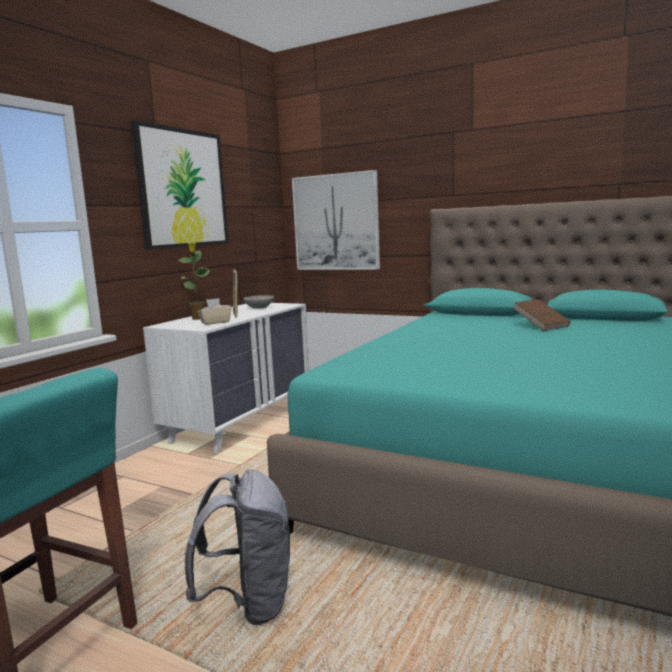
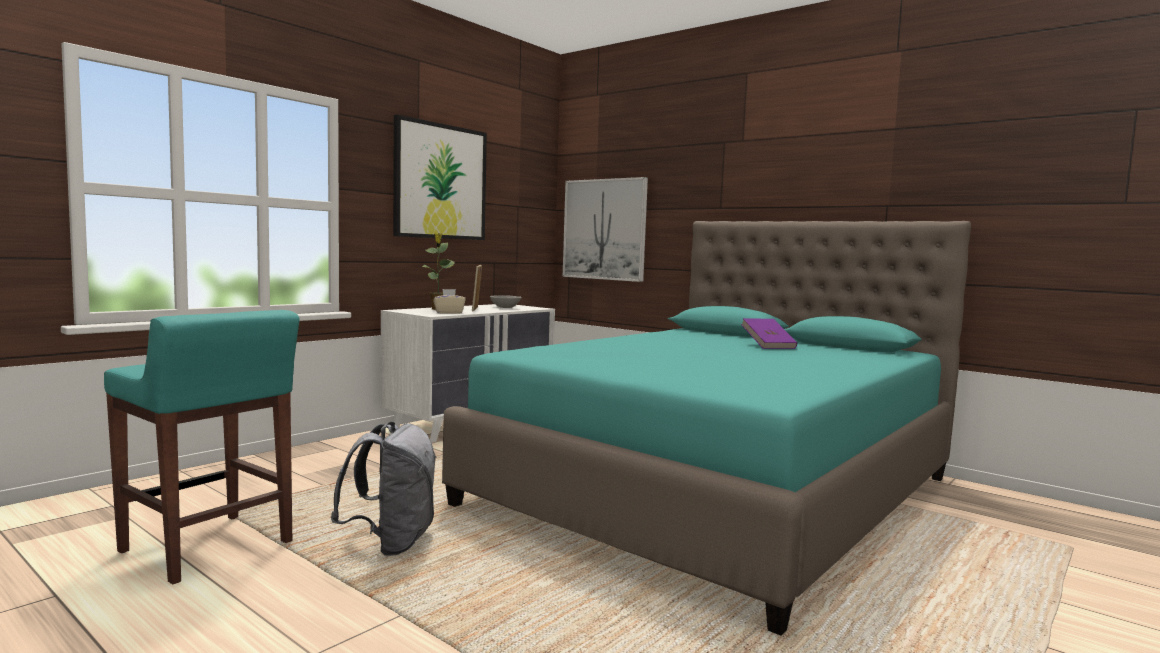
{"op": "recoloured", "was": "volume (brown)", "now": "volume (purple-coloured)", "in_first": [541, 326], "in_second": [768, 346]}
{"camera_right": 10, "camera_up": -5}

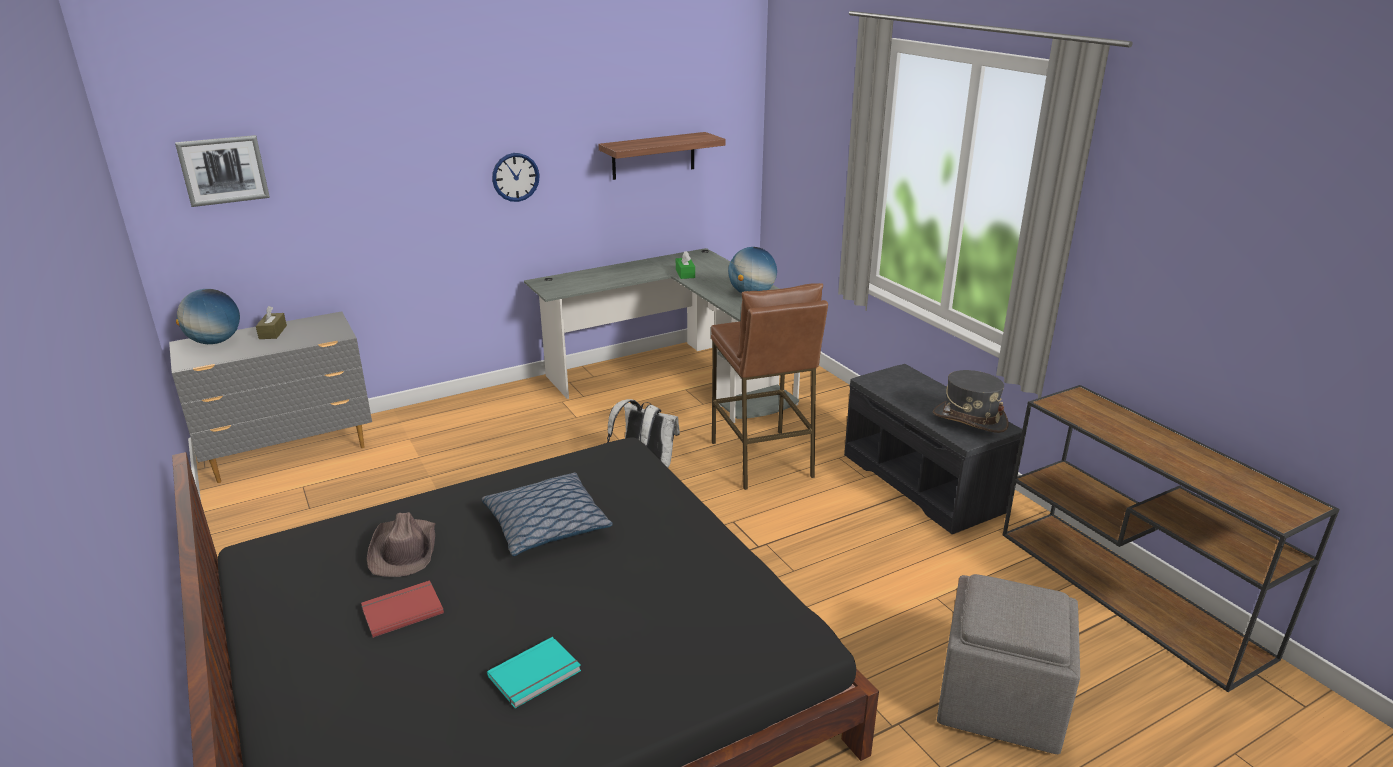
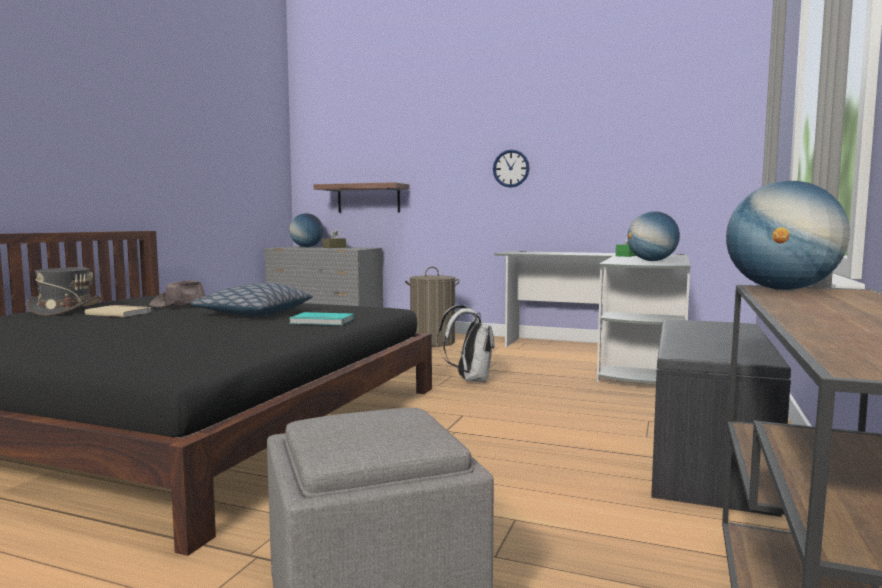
{"op": "removed", "was": "wall art", "in_first": [223, 170]}
{"op": "removed", "was": "stool seat (brown)", "in_first": [762, 459]}
{"op": "added", "now": "hamper", "in_second": [432, 342]}
{"op": "added", "now": "world globe", "in_second": [782, 289]}
{"op": "moved", "was": "volume (blue-green)", "in_first": [536, 675], "in_second": [321, 321]}
{"op": "moved", "was": "wall shelf", "in_first": [653, 155], "in_second": [368, 198]}
{"op": "moved", "was": "hat (grey)", "in_first": [969, 419], "in_second": [65, 310]}
{"op": "recoloured", "was": "volume (red-coloured)", "now": "volume (sand-coloured)", "in_first": [401, 610], "in_second": [120, 313]}
{"camera_right": 50, "camera_up": -20}

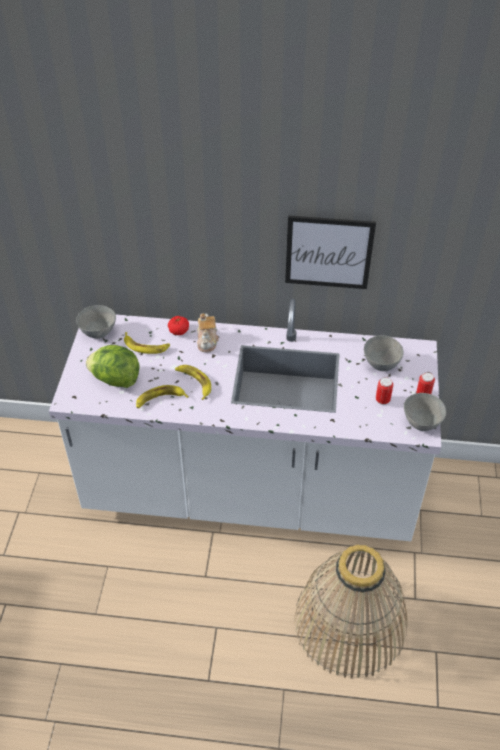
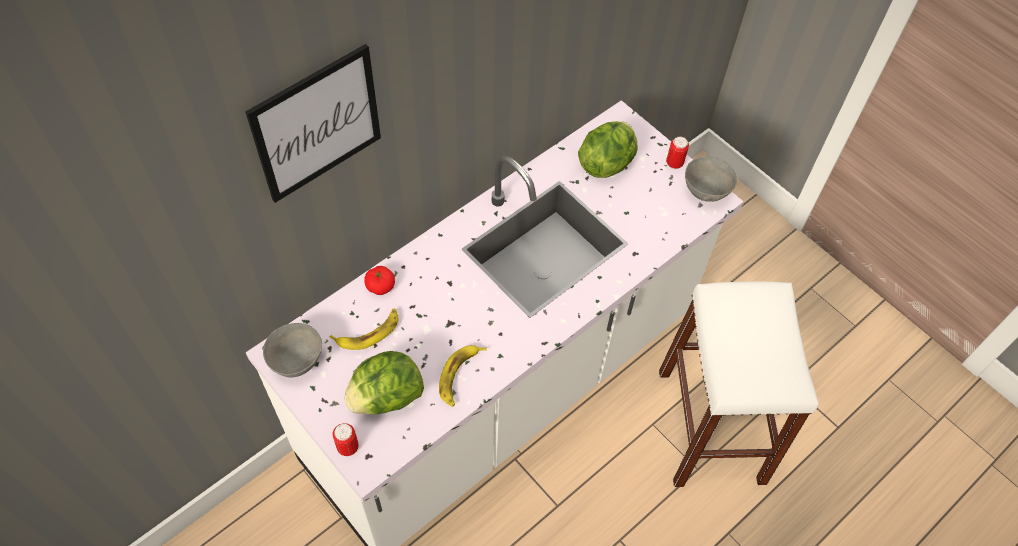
{"op": "removed", "was": "banana", "in_first": [194, 382]}
{"op": "removed", "was": "teapot", "in_first": [207, 341]}
{"op": "moved", "was": "wall art", "in_first": [328, 252], "in_second": [317, 124]}
{"op": "moved", "was": "sealed can", "in_first": [382, 400], "in_second": [348, 447]}
{"op": "replaced", "was": "household basket", "now": "stool seat (whitish)", "in_first": [349, 623], "in_second": [711, 425]}
{"op": "replaced", "was": "bowl (grey)", "now": "head of lettuce", "in_first": [380, 365], "in_second": [607, 163]}
{"camera_right": -50, "camera_up": 10}

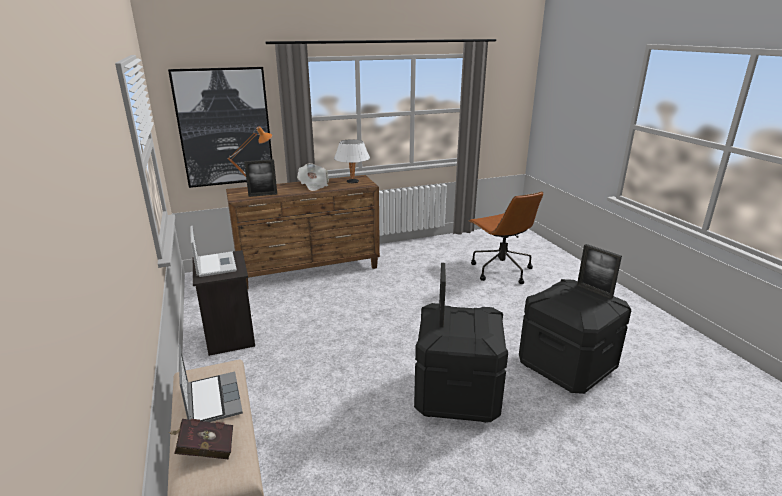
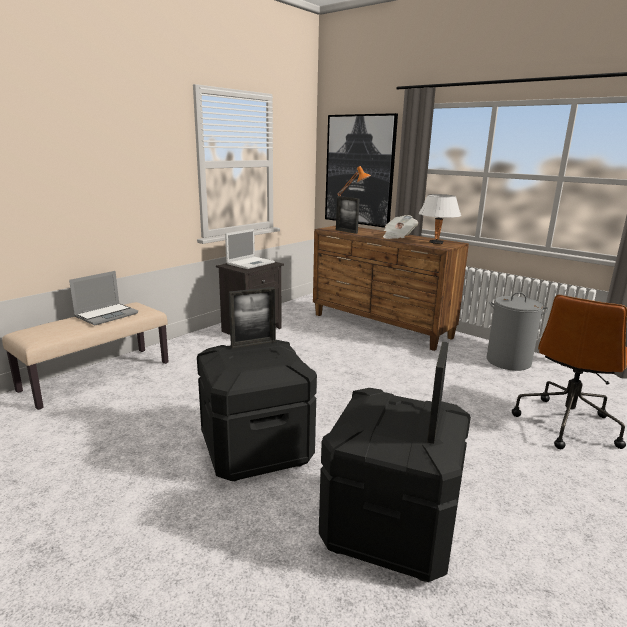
{"op": "removed", "was": "volume (red-coloured)", "in_first": [204, 449]}
{"op": "added", "now": "hamper (grey)", "in_second": [509, 361]}
{"camera_right": 60, "camera_up": -5}

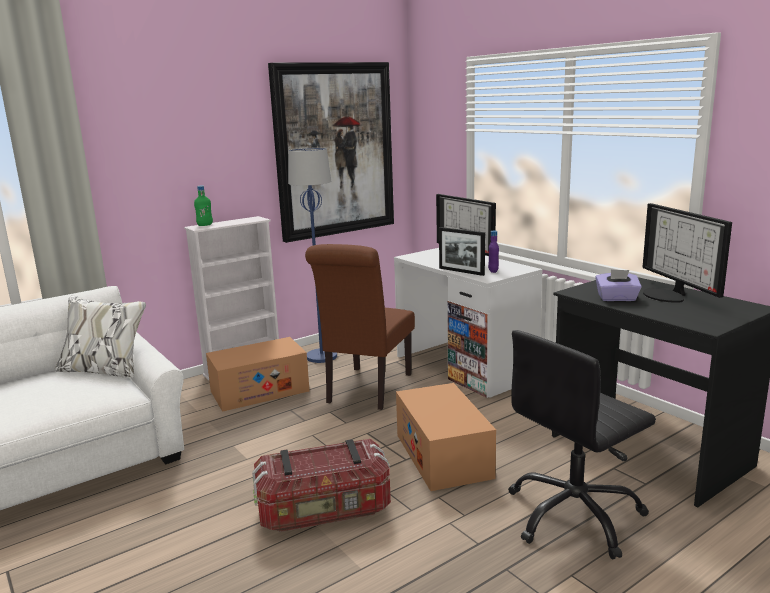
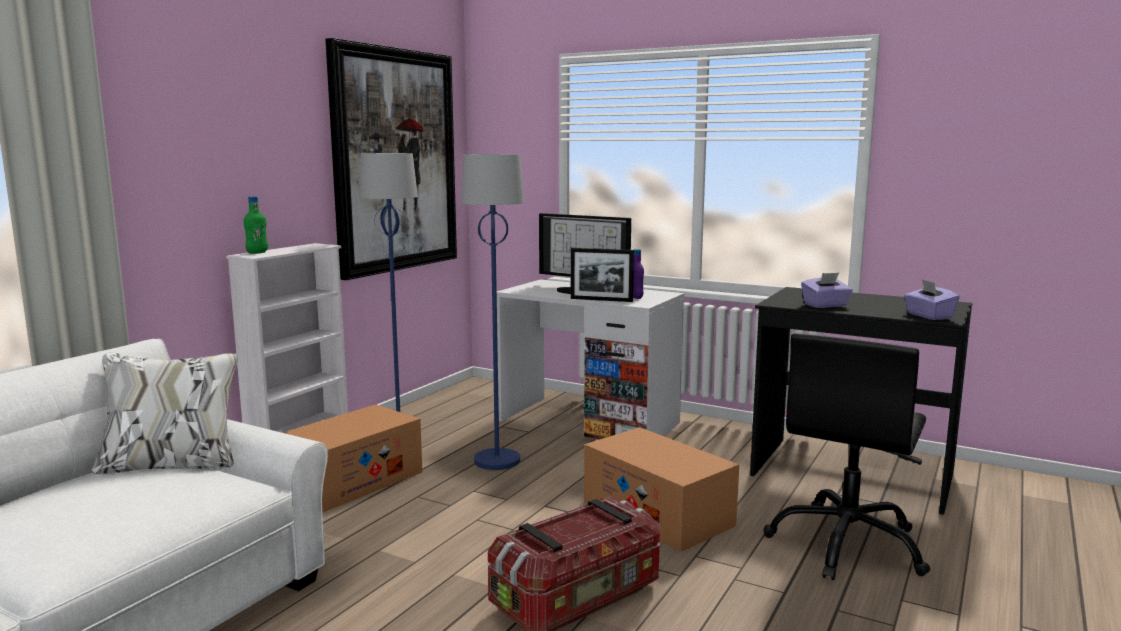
{"op": "removed", "was": "monitor", "in_first": [668, 295]}
{"op": "added", "now": "tissue box (purple-coloured)", "in_second": [928, 316]}
{"op": "replaced", "was": "plain chair (brown)", "now": "standard lamp (blue)", "in_first": [366, 390], "in_second": [496, 461]}
{"camera_right": -25, "camera_up": -5}

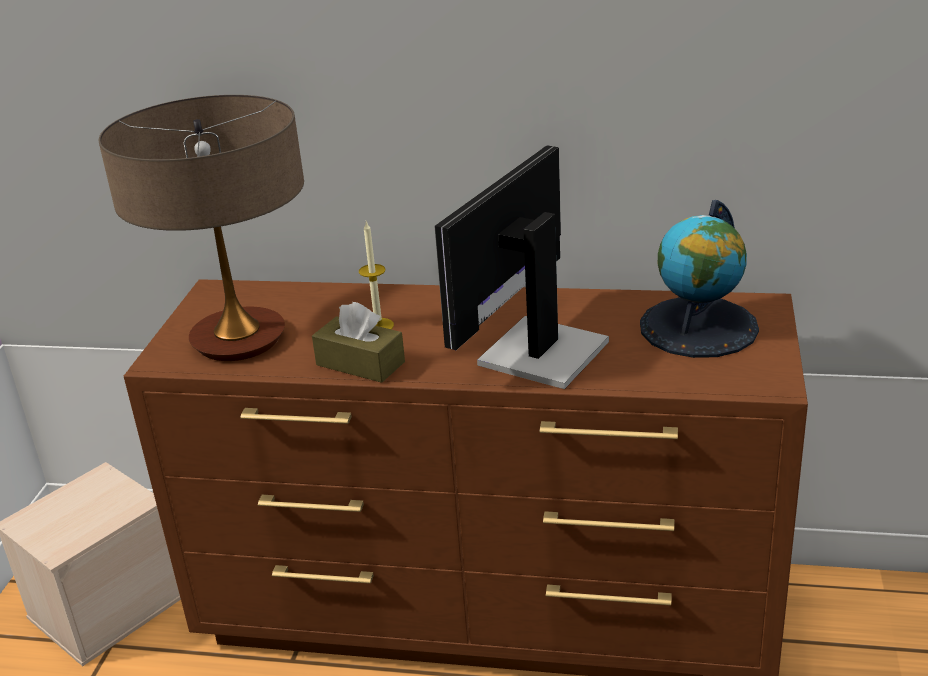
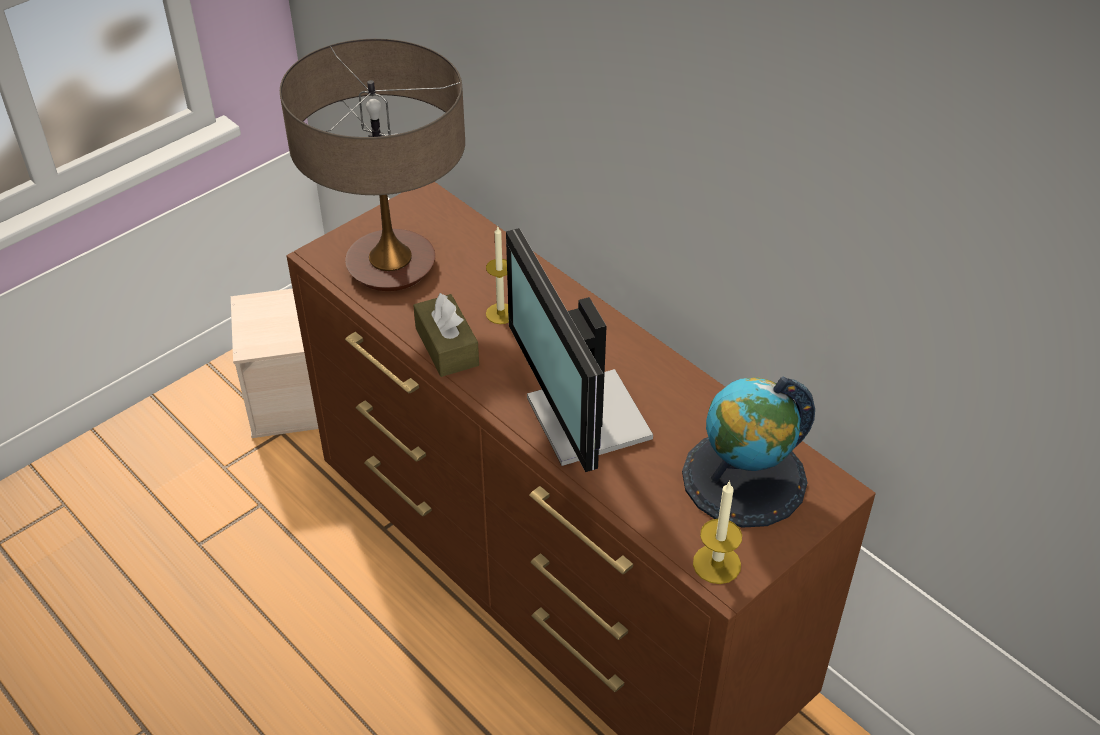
{"op": "added", "now": "candle", "in_second": [716, 564]}
{"op": "turned", "was": "monitor", "in_first": [537, 353], "in_second": [584, 421], "clockwise": -90}
{"camera_right": 35, "camera_up": 15}

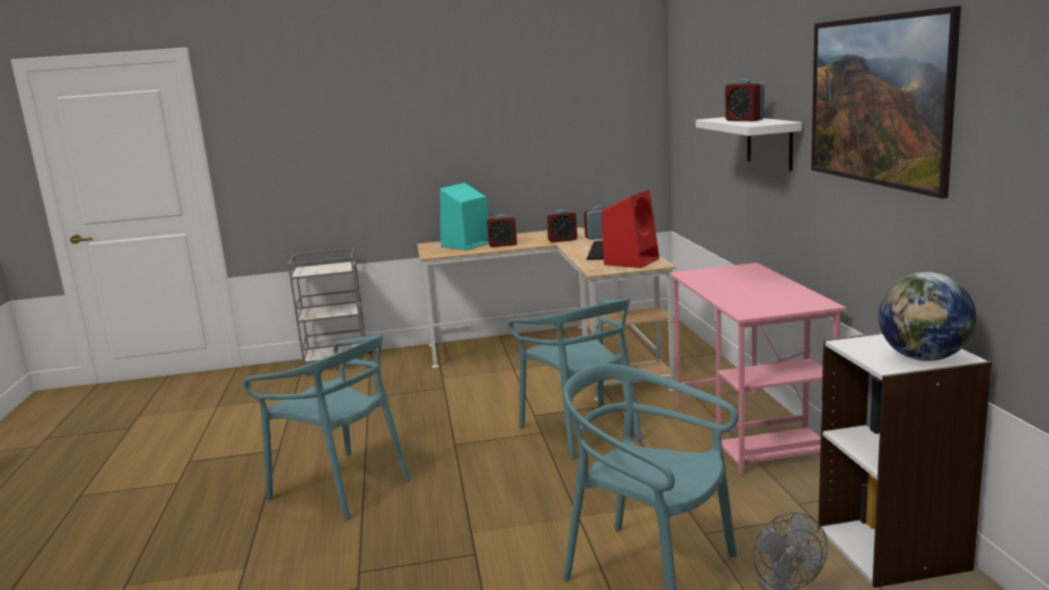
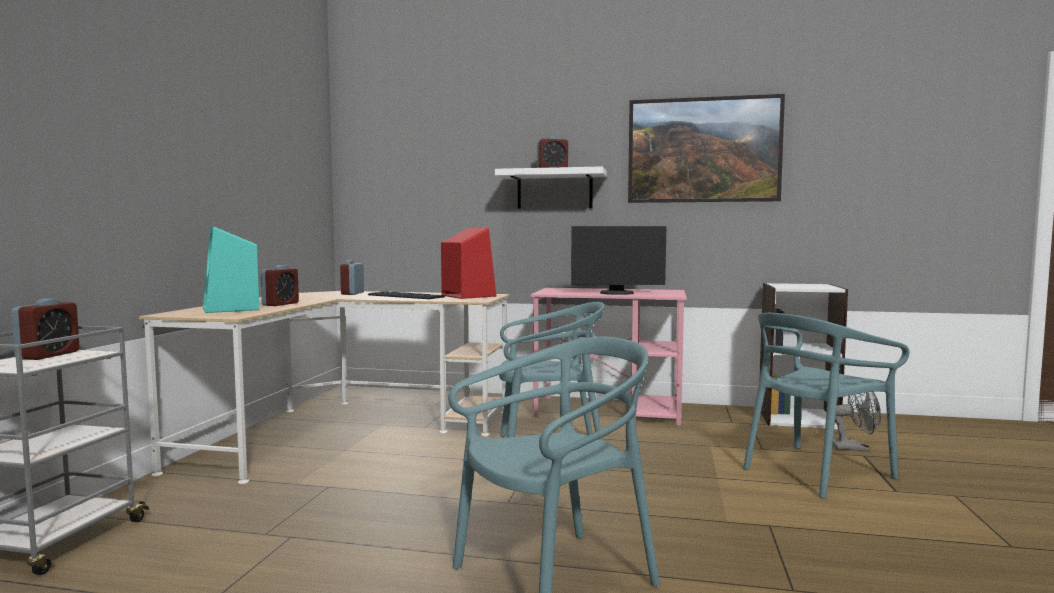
{"op": "removed", "was": "world globe", "in_first": [924, 358]}
{"op": "added", "now": "monitor", "in_second": [617, 293]}
{"op": "moved", "was": "bedside clock", "in_first": [562, 240], "in_second": [48, 355]}
{"camera_right": -70, "camera_up": -10}

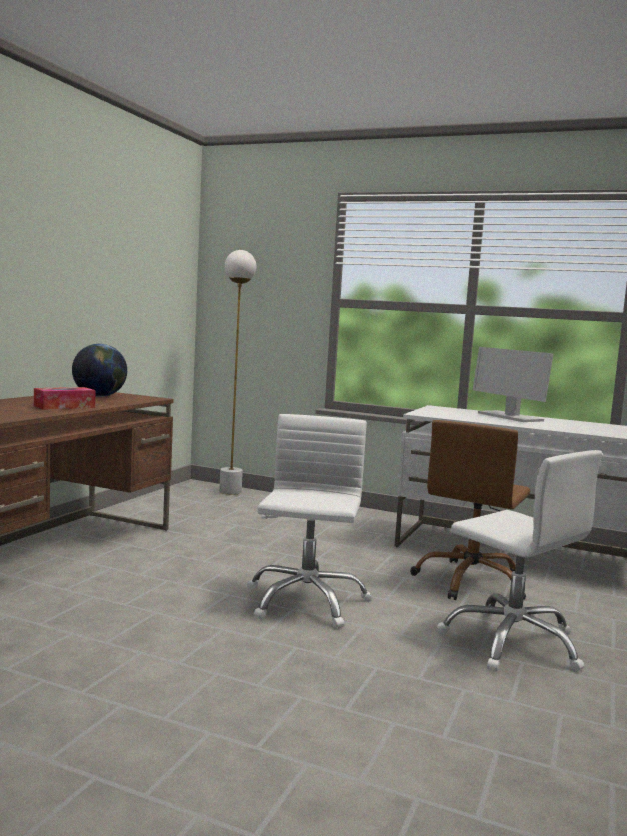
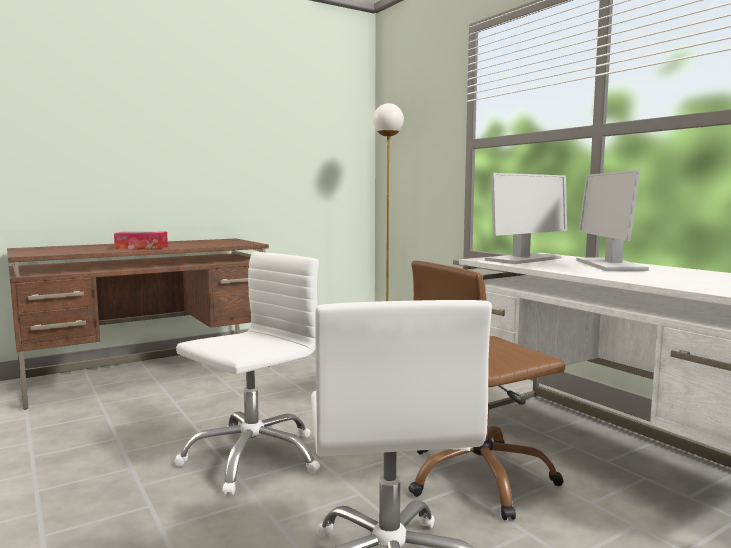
{"op": "removed", "was": "world globe", "in_first": [99, 396]}
{"op": "added", "now": "monitor", "in_second": [523, 259]}
{"camera_right": 35, "camera_up": 0}

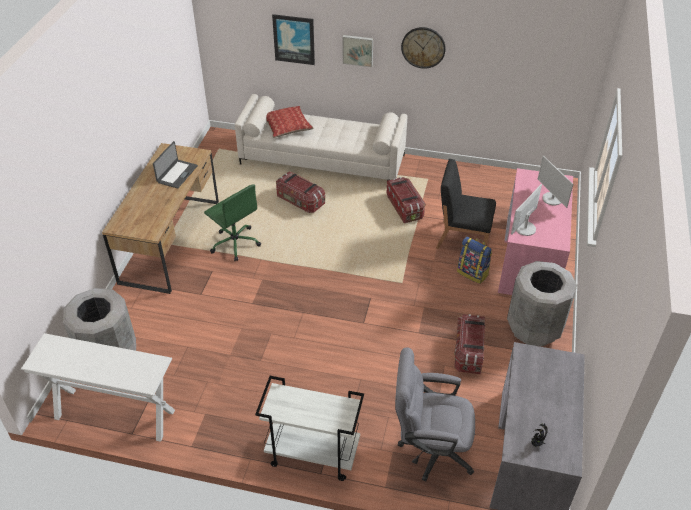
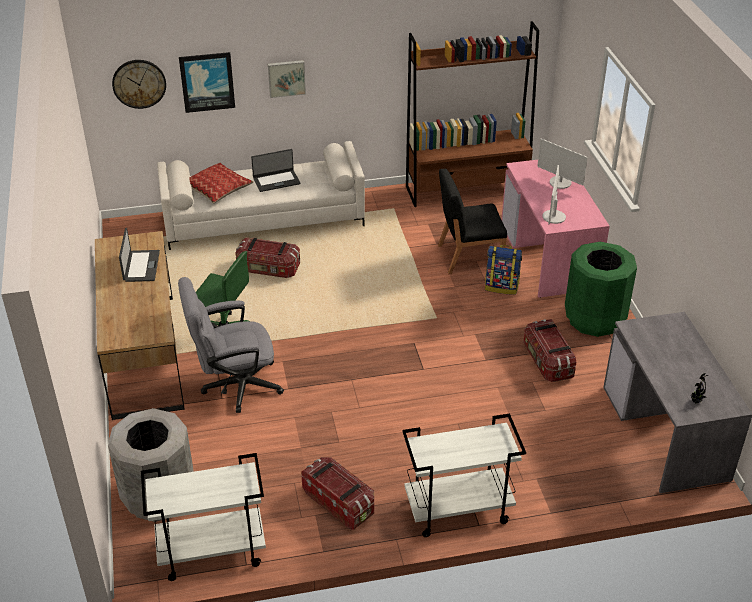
{"op": "added", "now": "laptop", "in_second": [276, 181]}
{"op": "added", "now": "bookshelf (brown)", "in_second": [467, 189]}
{"op": "moved", "was": "storage bin", "in_first": [405, 208], "in_second": [339, 503]}
{"op": "moved", "was": "computer chair (grey)", "in_first": [430, 448], "in_second": [234, 386]}
{"op": "moved", "was": "wall clock", "in_first": [423, 47], "in_second": [139, 83]}
{"op": "replaced", "was": "console table (whitish)", "now": "cart (whitish)", "in_first": [114, 414], "in_second": [211, 553]}
{"op": "recoloured", "was": "trash can (grey)", "now": "trash can (green-coloured)", "in_first": [534, 328], "in_second": [594, 319]}
{"camera_right": -25, "camera_up": -5}

